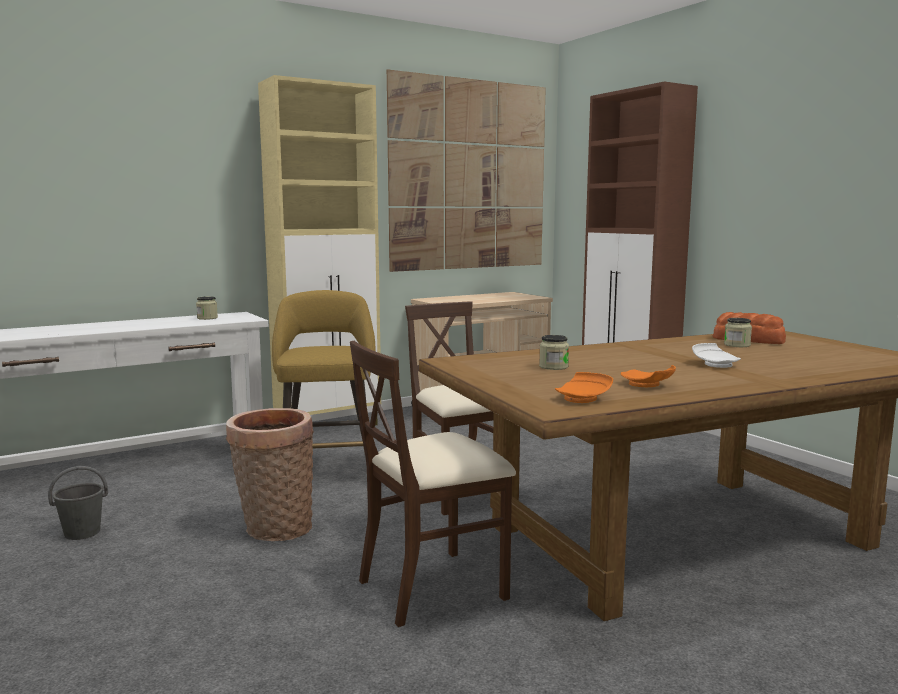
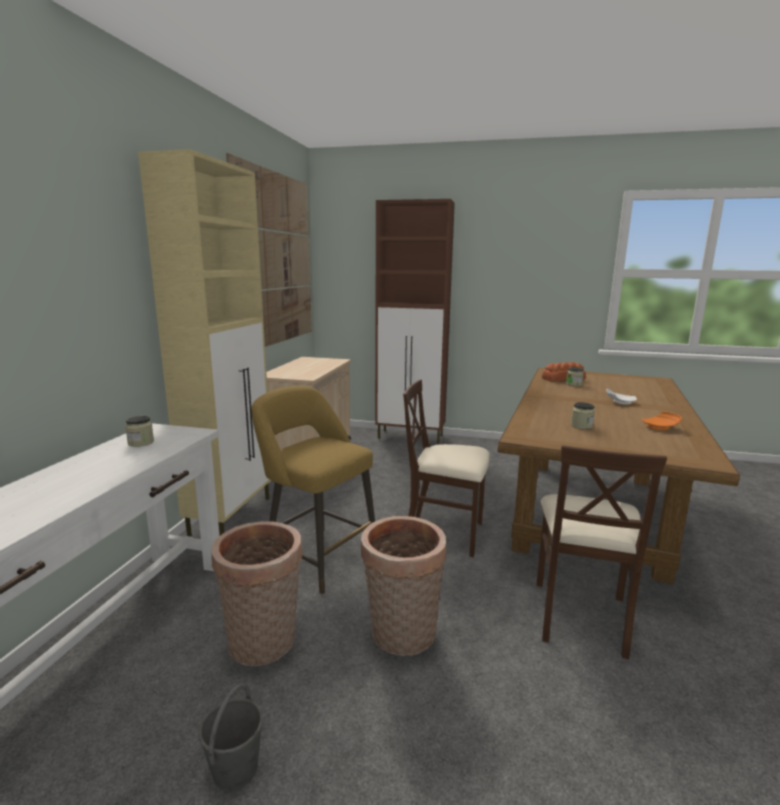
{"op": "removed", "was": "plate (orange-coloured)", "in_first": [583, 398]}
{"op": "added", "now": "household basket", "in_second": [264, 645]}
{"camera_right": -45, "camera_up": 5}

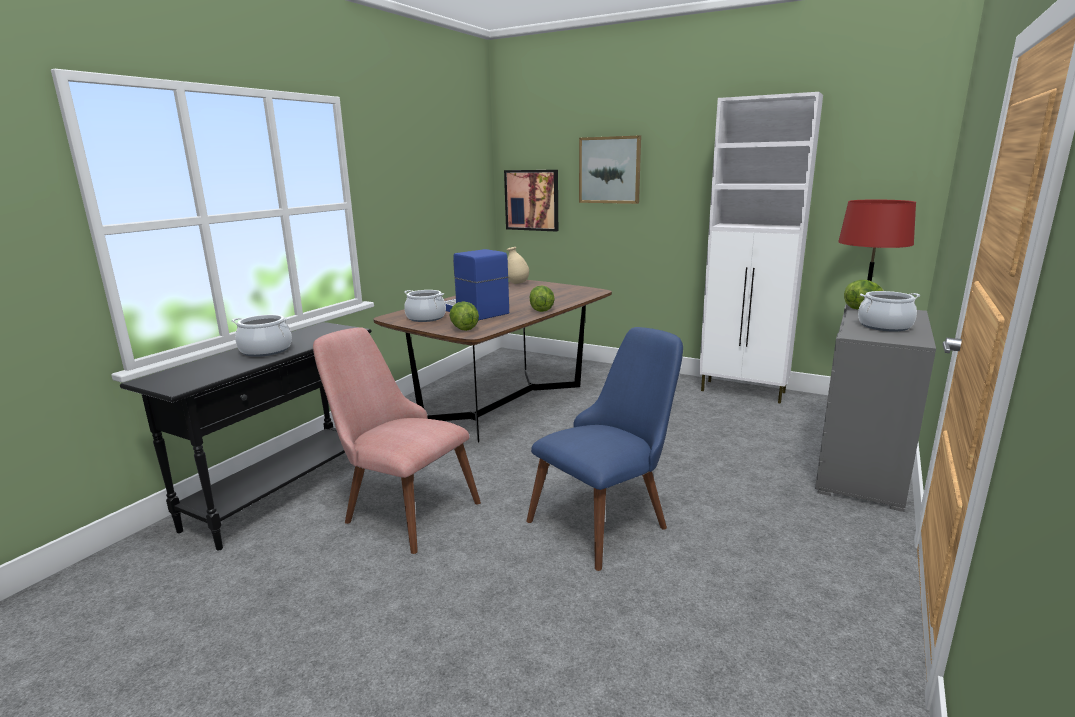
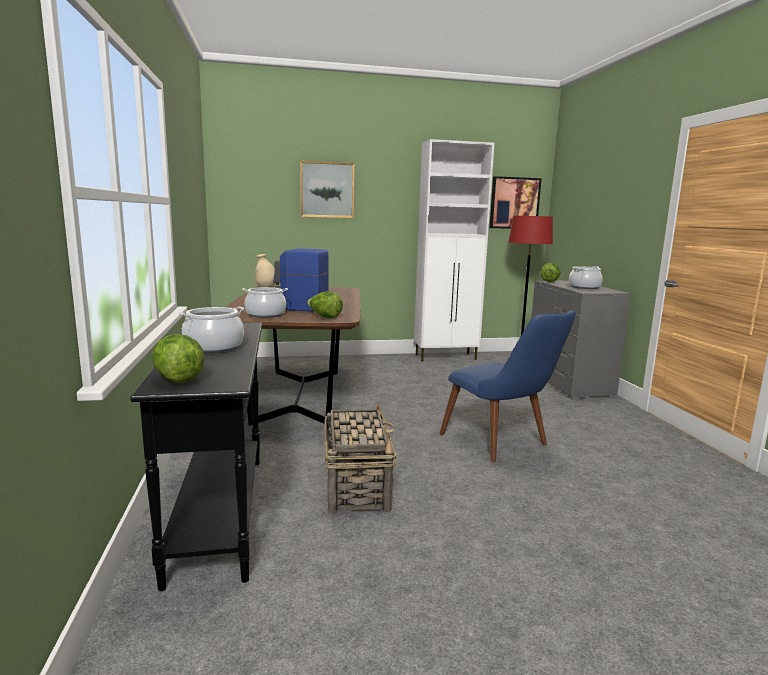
{"op": "moved", "was": "wall art", "in_first": [532, 200], "in_second": [514, 203]}
{"op": "moved", "was": "head of lettuce", "in_first": [542, 310], "in_second": [178, 379]}
{"op": "replaced", "was": "plain chair (pink)", "now": "household basket", "in_first": [400, 508], "in_second": [356, 486]}
{"op": "turned", "was": "plain chair (blue)", "in_first": [609, 518], "in_second": [503, 443], "clockwise": 135}
{"camera_right": -40, "camera_up": -5}

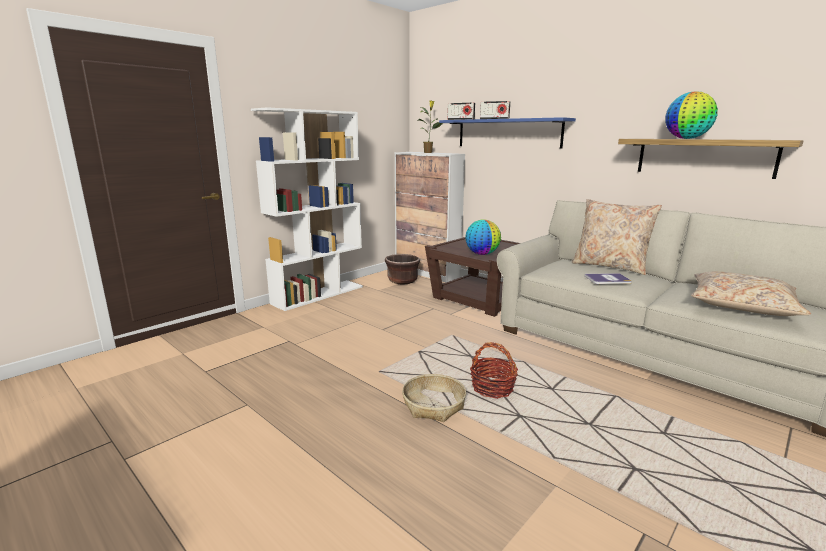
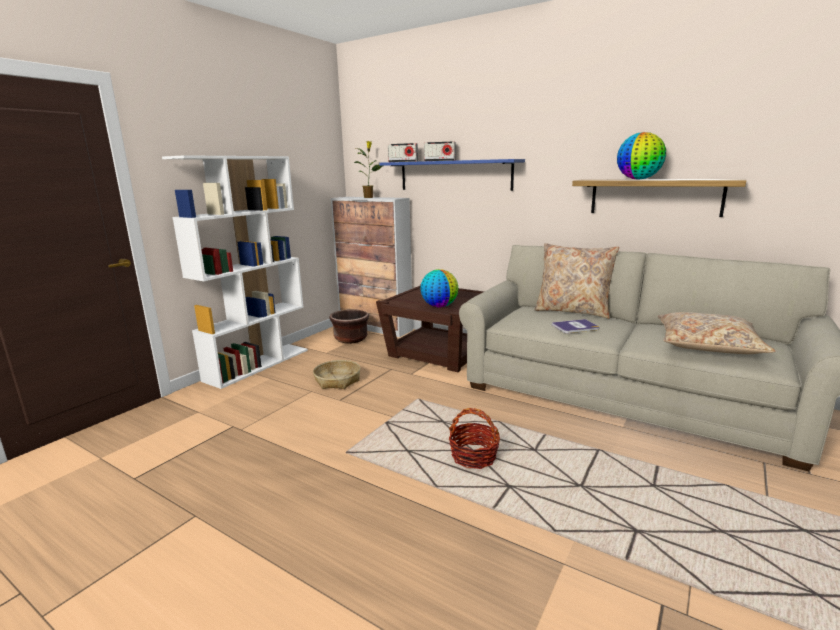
{"op": "moved", "was": "household basket", "in_first": [433, 405], "in_second": [337, 381]}
{"camera_right": -10, "camera_up": 0}

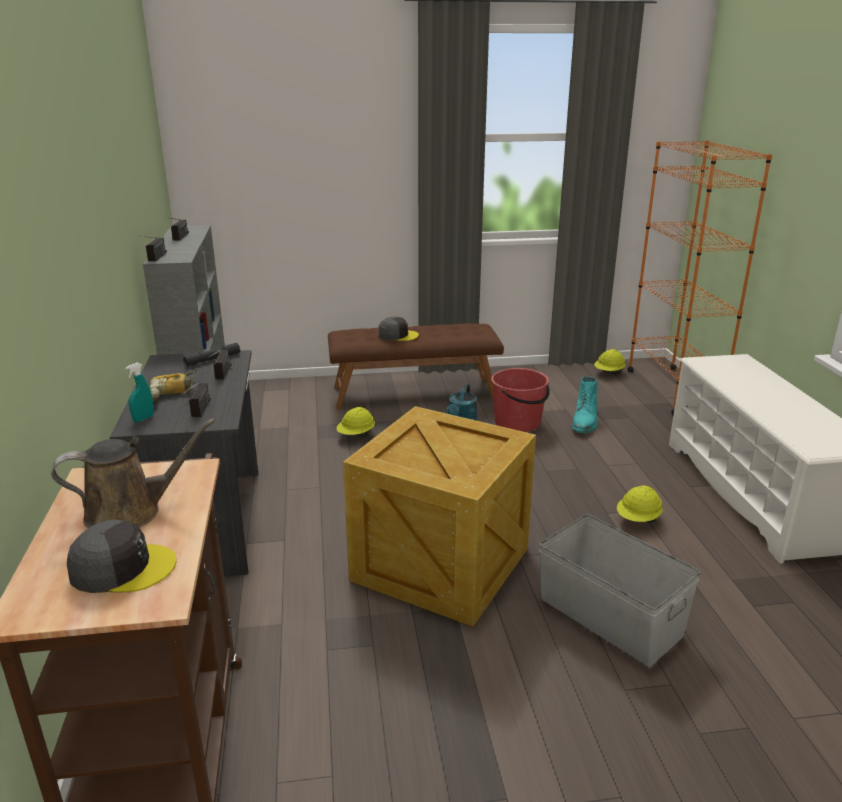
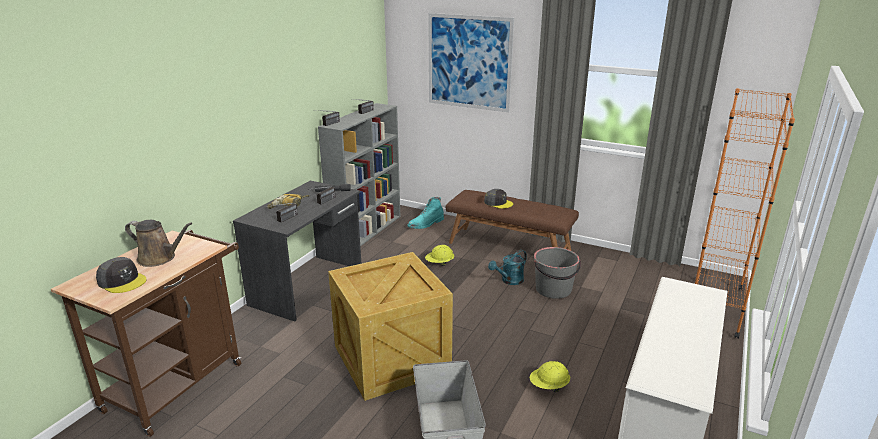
{"op": "removed", "was": "sprayer (blue-green)", "in_first": [143, 418]}
{"op": "removed", "was": "safety helmet (yellow-coloured)", "in_first": [609, 373]}
{"op": "added", "now": "wall art", "in_second": [469, 62]}
{"op": "moved", "was": "high-top boot (blue-green)", "in_first": [585, 422], "in_second": [426, 224]}
{"op": "recoloured", "was": "pail (red-coloured)", "now": "pail (grey)", "in_first": [518, 422], "in_second": [553, 290]}
{"camera_right": 35, "camera_up": 0}

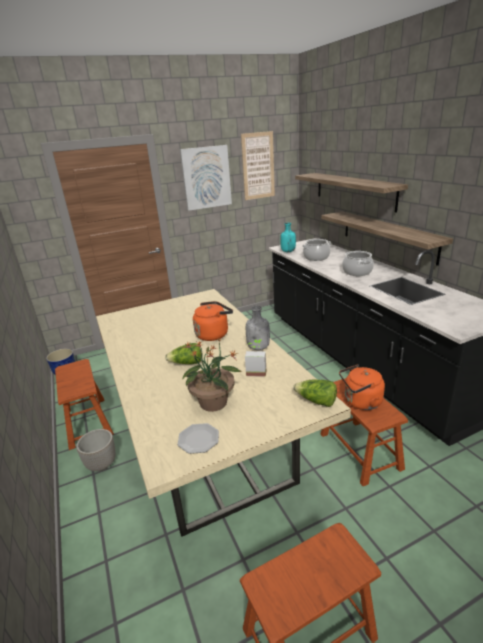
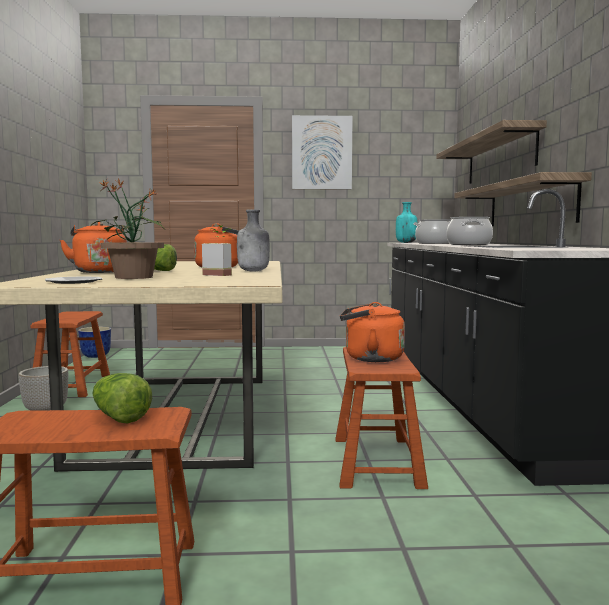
{"op": "removed", "was": "wall art", "in_first": [258, 166]}
{"op": "added", "now": "tea kettle (orange-coloured)", "in_second": [99, 272]}
{"op": "moved", "was": "head of lettuce", "in_first": [316, 401], "in_second": [119, 416]}
{"camera_right": 20, "camera_up": -20}

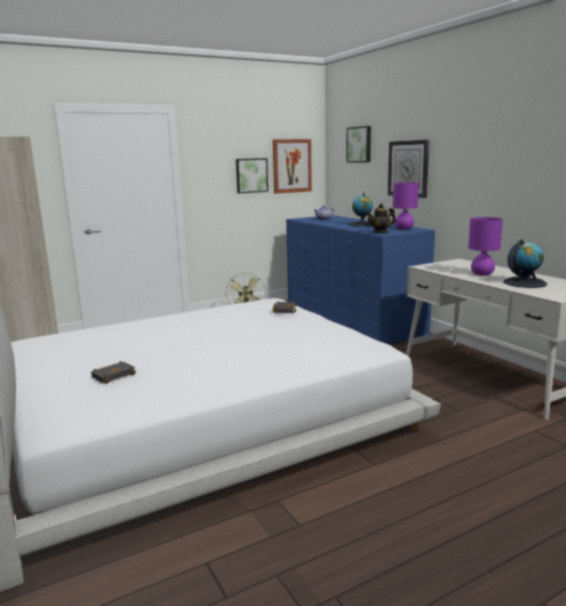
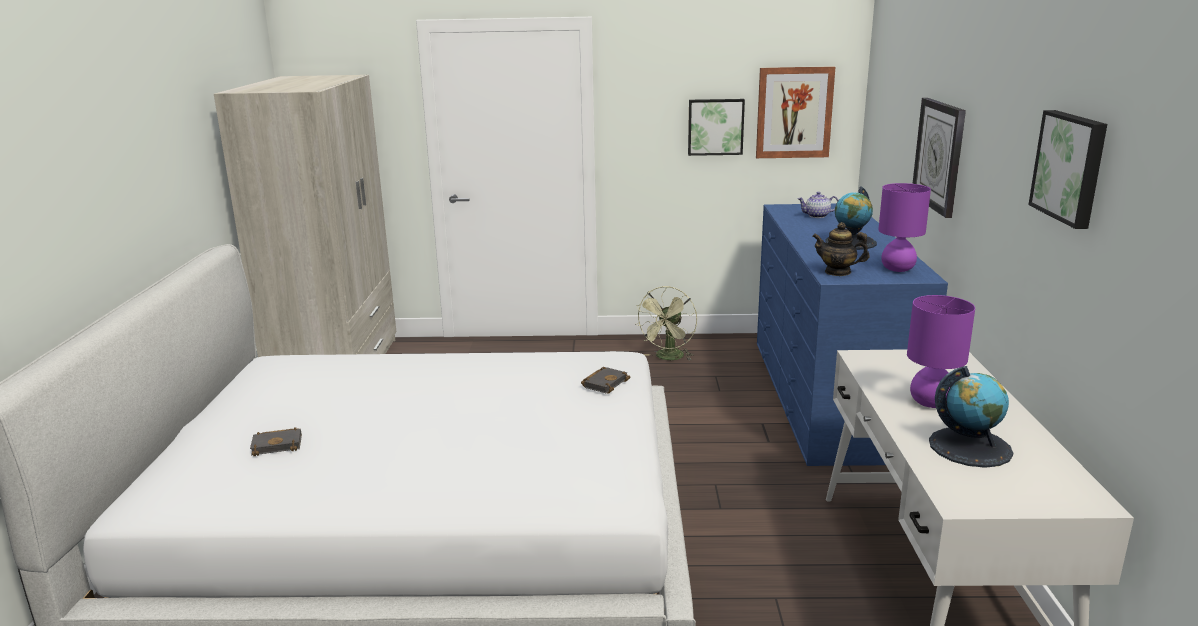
{"op": "moved", "was": "wall art", "in_first": [360, 144], "in_second": [1071, 167]}
{"camera_right": 30, "camera_up": 5}

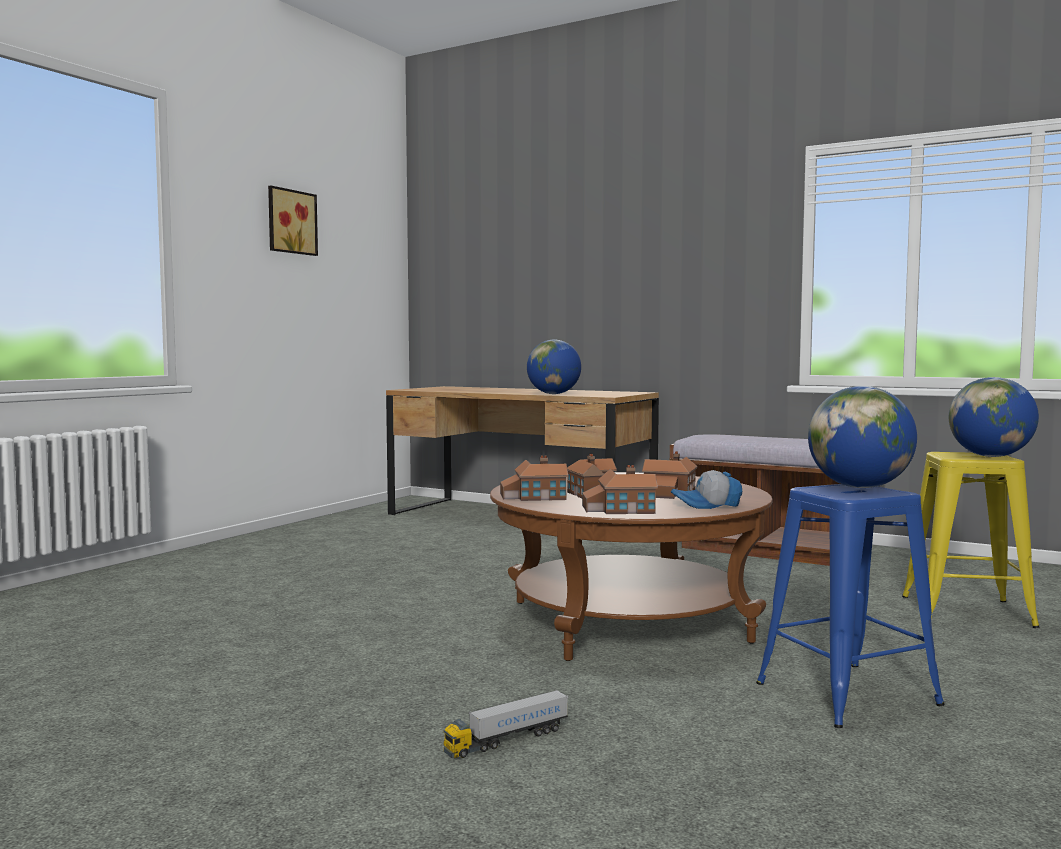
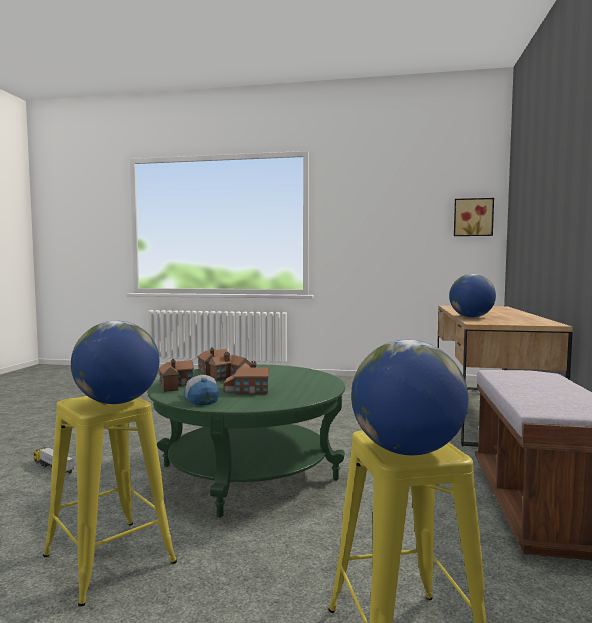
{"op": "moved", "was": "wall art", "in_first": [290, 222], "in_second": [473, 217]}
{"op": "recoloured", "was": "coffee table (brown)", "now": "coffee table (green-coloured)", "in_first": [627, 621], "in_second": [249, 472]}
{"op": "recoloured", "was": "stool seat (blue)", "now": "stool seat (yellow-coloured)", "in_first": [847, 694], "in_second": [109, 559]}
{"camera_right": 70, "camera_up": 0}

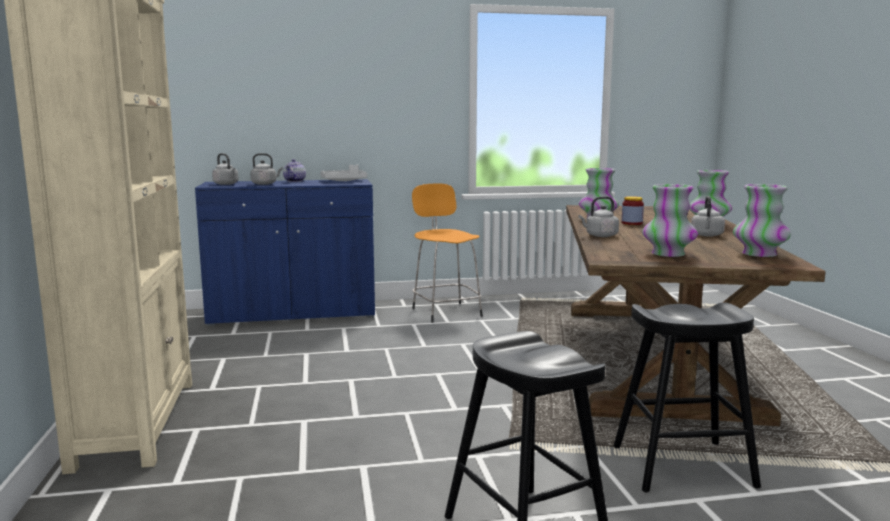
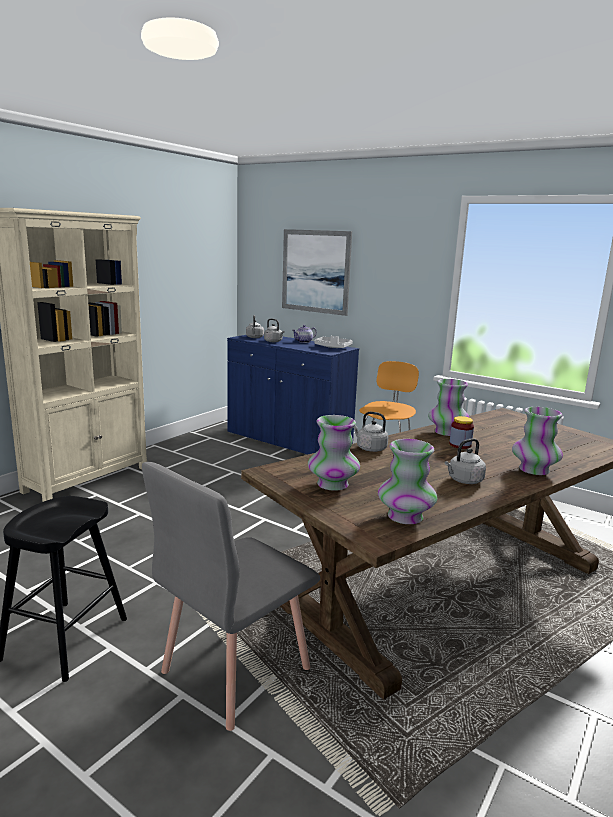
{"op": "added", "now": "wall art", "in_second": [315, 271]}
{"op": "replaced", "was": "stool seat (black-coloured)", "now": "plain chair (grey)", "in_first": [683, 466], "in_second": [234, 670]}
{"camera_right": 45, "camera_up": 5}

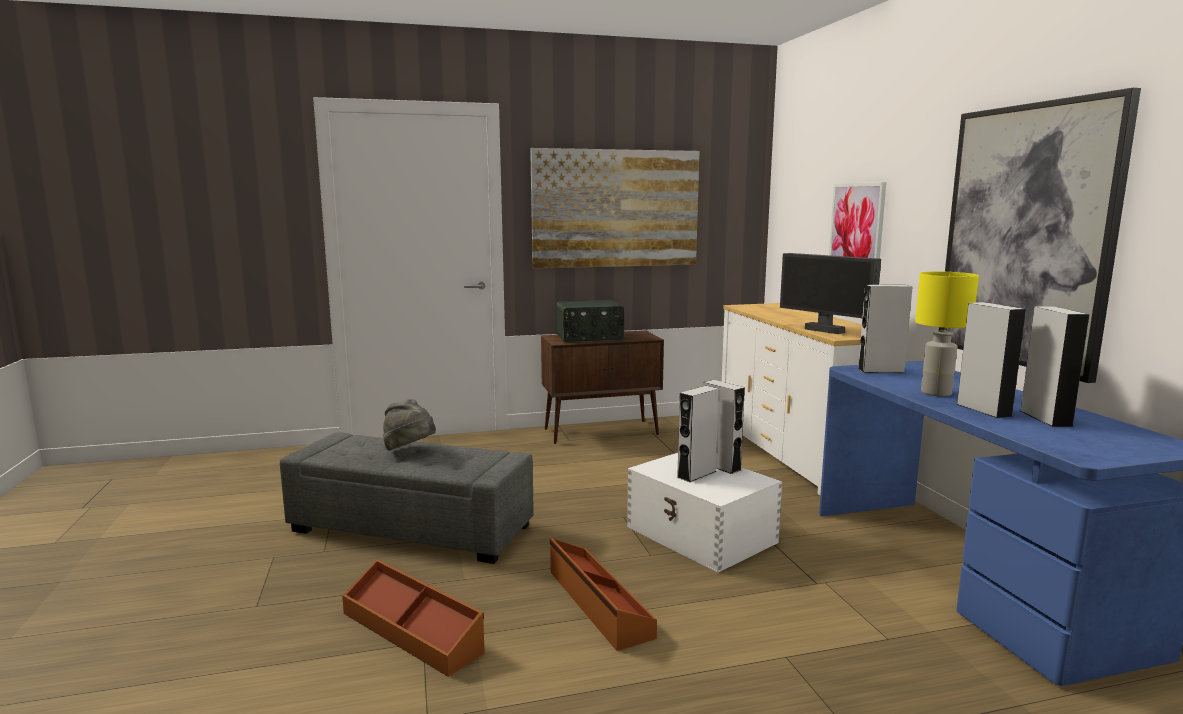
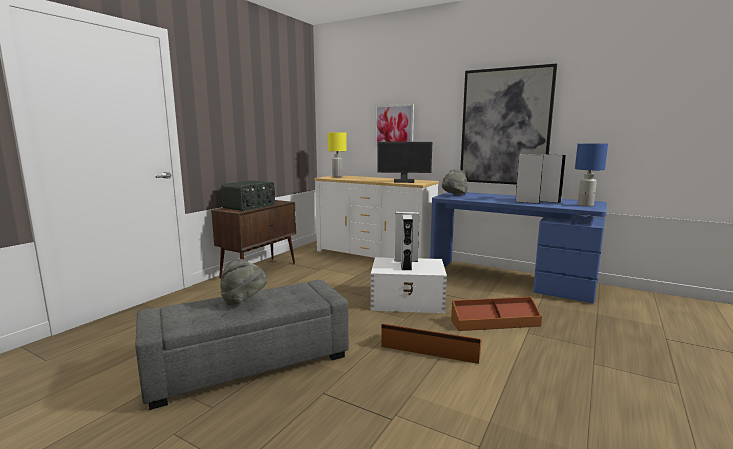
{"op": "removed", "was": "wall art", "in_first": [615, 208]}
{"op": "added", "now": "tabletop lamp (blue)", "in_second": [585, 205]}
{"op": "moved", "was": "storage bin (brown)", "in_first": [413, 631], "in_second": [494, 323]}
{"op": "moved", "was": "tabletop lamp (yellow-coloured)", "in_first": [937, 393], "in_second": [337, 176]}
{"op": "replaced", "was": "speaker (grey)", "now": "hat (grey)", "in_first": [881, 371], "in_second": [454, 196]}
{"camera_right": -45, "camera_up": 0}

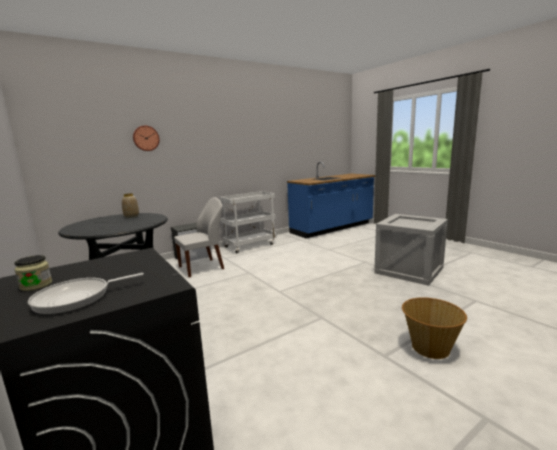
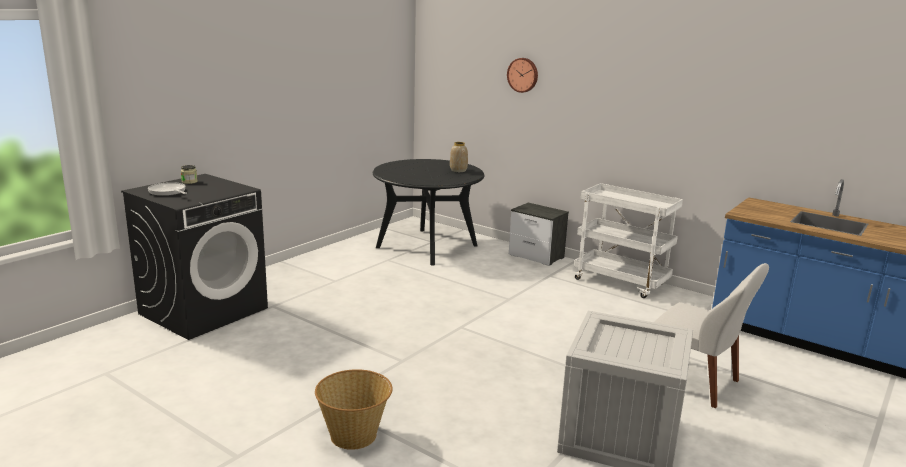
{"op": "moved", "was": "plain chair (whitish)", "in_first": [202, 267], "in_second": [695, 383]}
{"camera_right": 70, "camera_up": 5}

